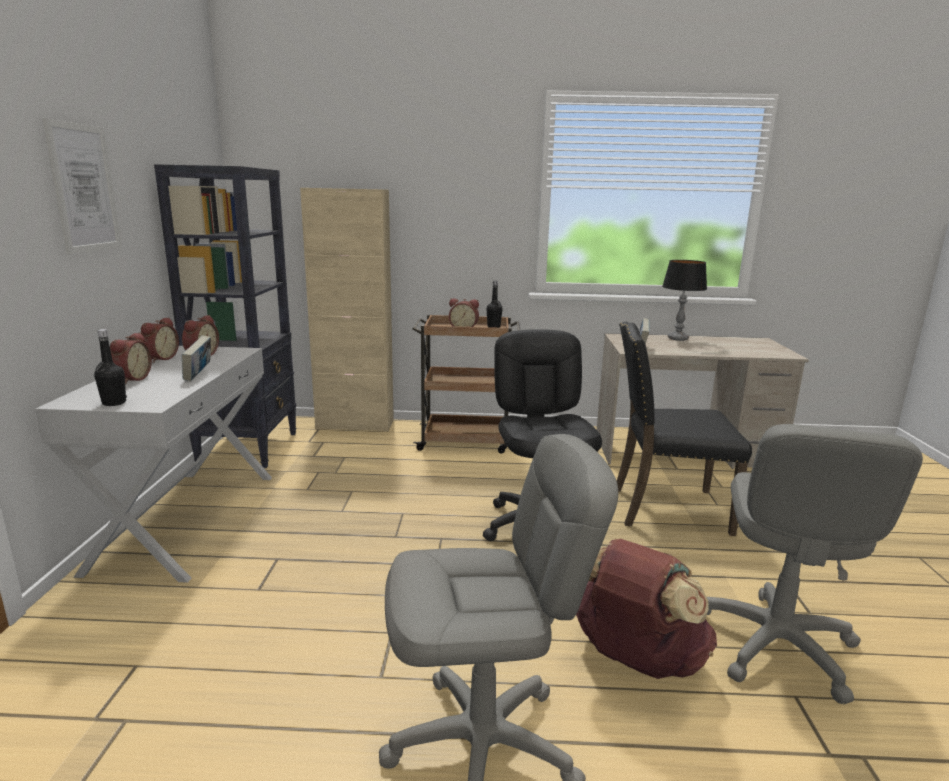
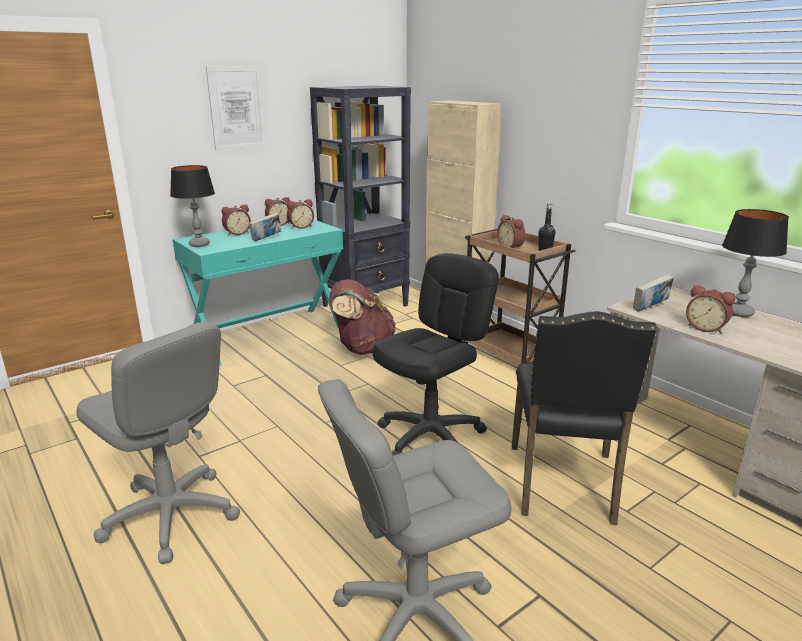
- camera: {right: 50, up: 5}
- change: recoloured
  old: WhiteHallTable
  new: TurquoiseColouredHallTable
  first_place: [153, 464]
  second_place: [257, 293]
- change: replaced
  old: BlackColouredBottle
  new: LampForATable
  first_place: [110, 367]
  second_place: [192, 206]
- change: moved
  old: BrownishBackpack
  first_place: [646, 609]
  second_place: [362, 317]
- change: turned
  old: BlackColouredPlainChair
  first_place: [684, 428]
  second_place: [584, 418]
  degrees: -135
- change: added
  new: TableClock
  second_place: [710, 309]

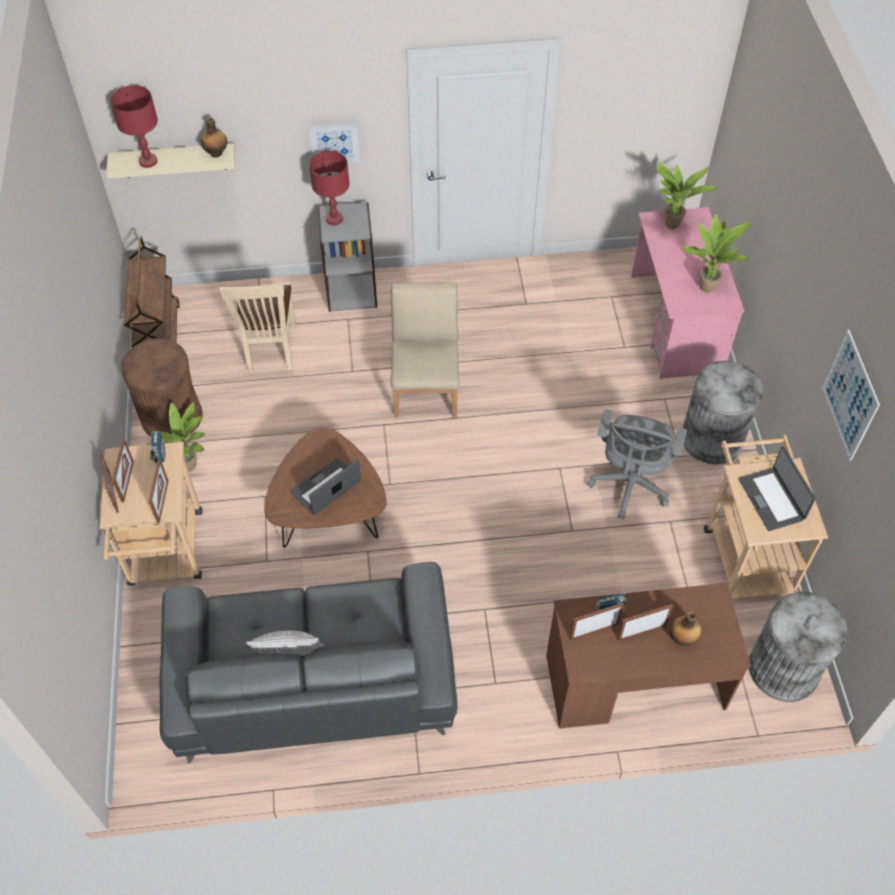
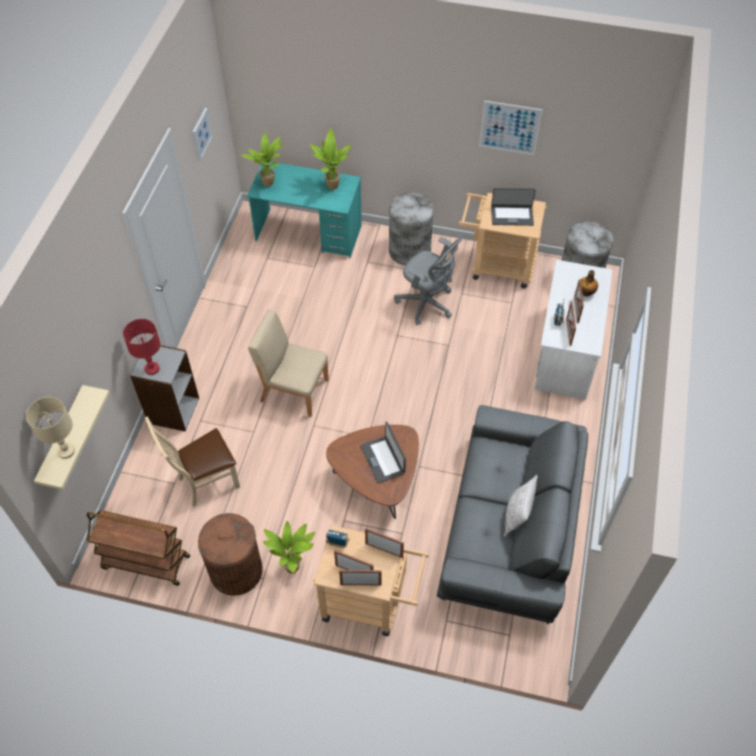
- camera: {right: -70, up: 0}
- change: recoloured
  old: RedColouredLampForATable
  new: SandColouredLampForATable
  first_place: [134, 126]
  second_place: [50, 428]
- change: removed
  old: Bottle
  first_place: [214, 137]
- change: turned
  old: SandColouredPlainChair
  first_place: [257, 327]
  second_place: [192, 461]
  degrees: 135
- change: moved
  old: WallPicture
  first_place: [334, 142]
  second_place: [203, 134]
- change: recoloured
  old: BrownishDeskUnit
  new: WhiteDeskUnit
  first_place: [648, 656]
  second_place: [573, 329]
- change: recoloured
  old: PinkColouredDeskUnit
  new: TurquoiseColouredDeskUnit
  first_place: [688, 293]
  second_place: [304, 210]

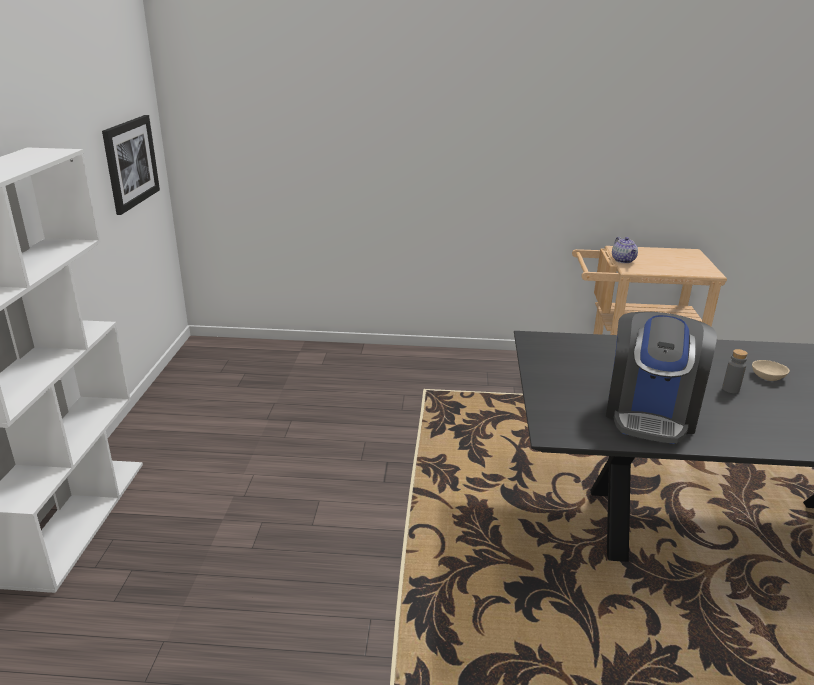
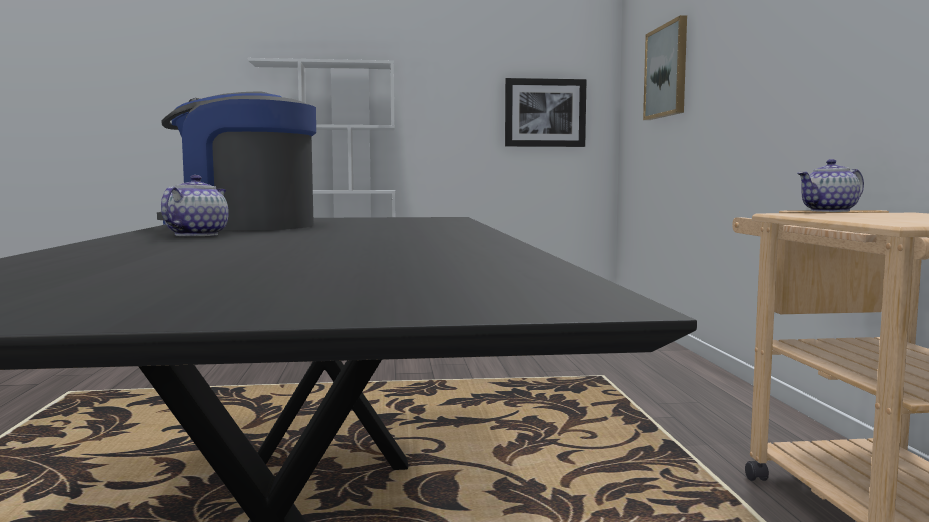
- camera: {right: 80, up: -20}
- change: removed
  old: GreyBottle
  first_place: [735, 371]
- change: removed
  old: SandColouredBowl
  first_place: [771, 370]
- change: added
  new: PotForTea
  second_place: [195, 205]
- change: added
  new: WallPicture
  second_place: [665, 67]

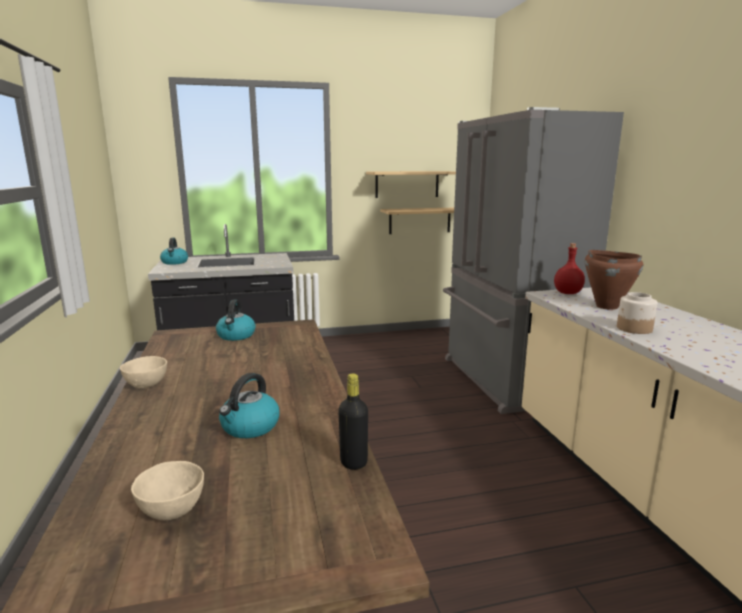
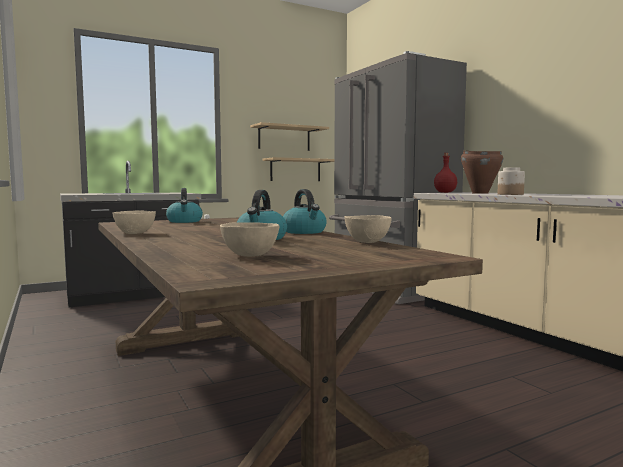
- camera: {right: -15, up: -10}
- change: moved
  old: WaterKettle
  first_place: [174, 251]
  second_place: [305, 211]
- change: replaced
  old: BlackColouredBottle
  new: SandColouredBowl
  first_place: [353, 421]
  second_place: [368, 229]

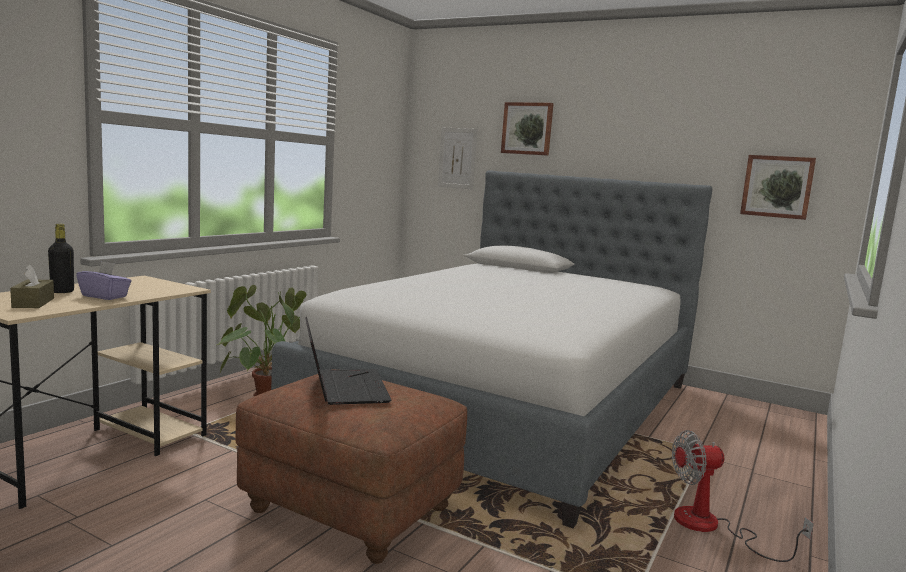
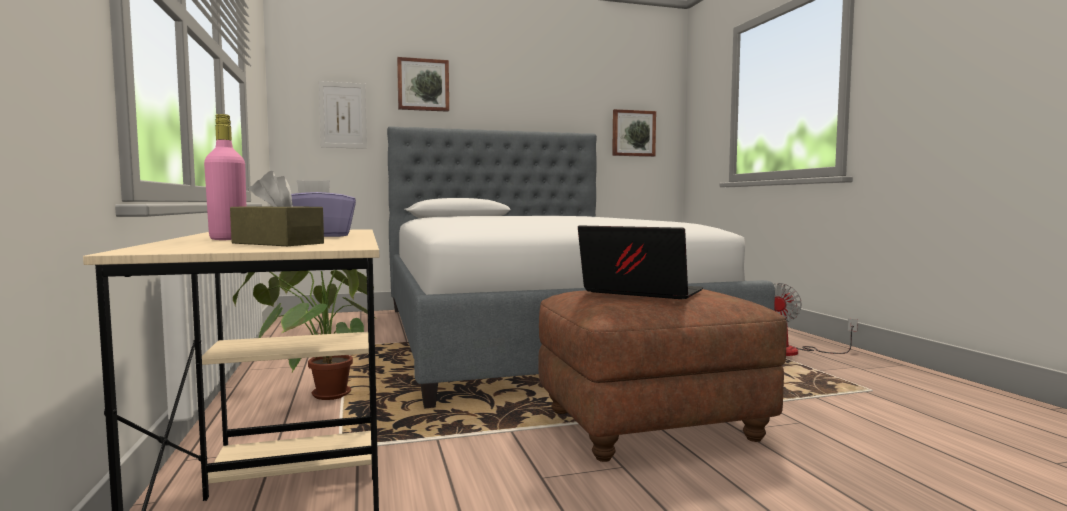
- camera: {right: -45, up: -5}
- change: recoloured
  old: BlackColouredBottle
  new: PinkColouredBottle
  first_place: [61, 258]
  second_place: [225, 177]

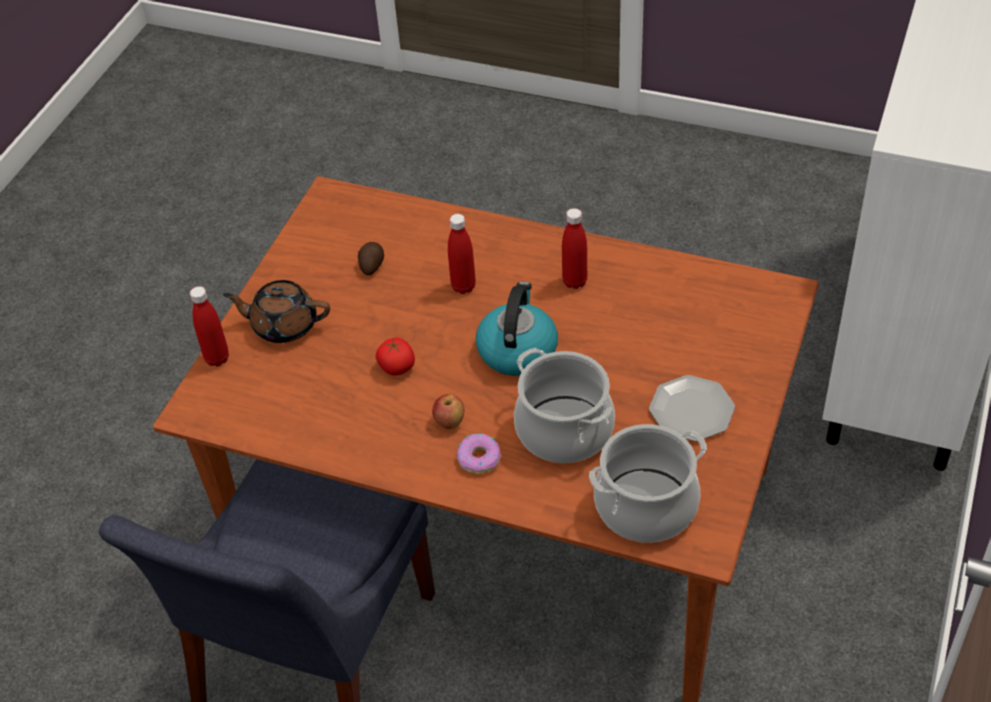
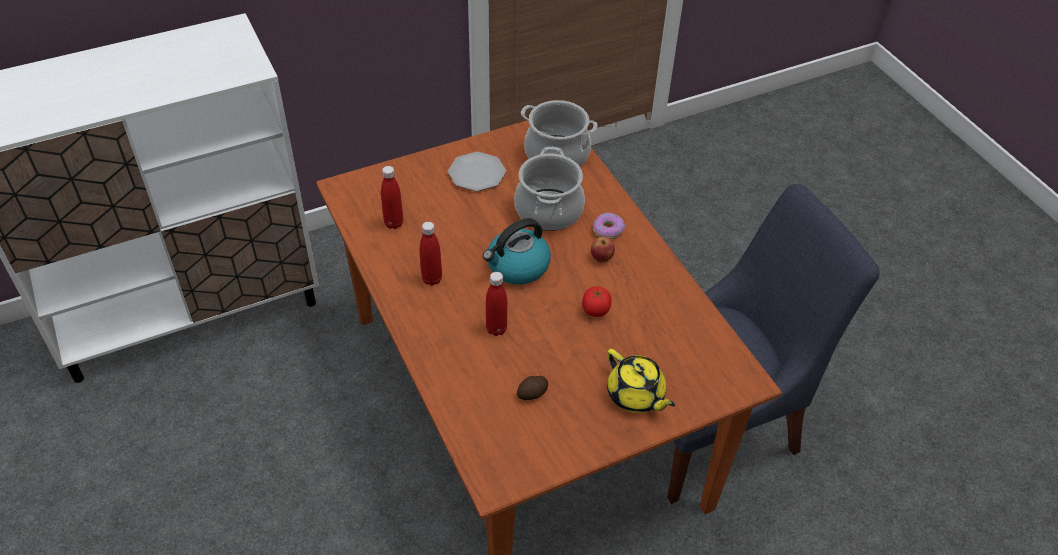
- camera: {right: -140, up: 0}
- change: moved
  old: RedColouredBottle
  first_place: [209, 326]
  second_place: [392, 197]
- change: recoloured
  old: BrownishPotForTea
  new: YellowishPotForTea
  first_place: [276, 311]
  second_place: [641, 381]

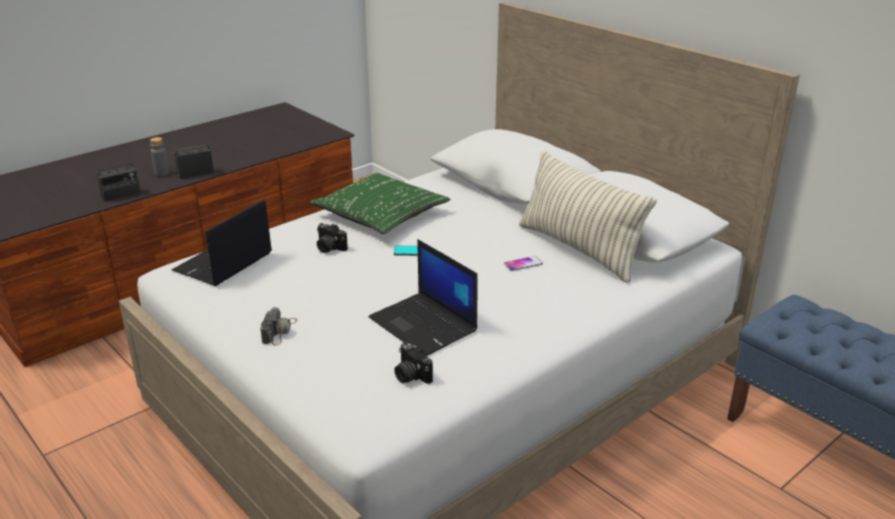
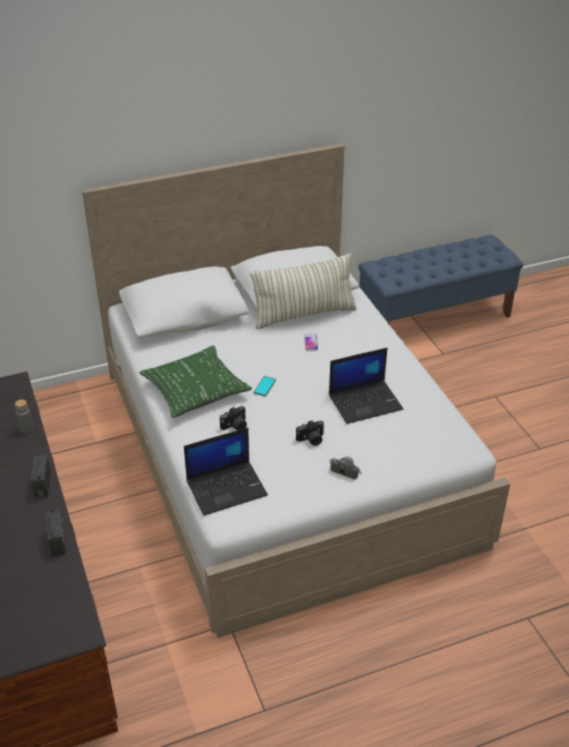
- camera: {right: -70, up: 10}
- change: moved
  old: GreyBottle
  first_place: [159, 156]
  second_place: [24, 416]
- change: turned
  old: Laptop
  first_place: [222, 242]
  second_place: [226, 471]
  degrees: -75
- change: moved
  old: PhotoCamera
  first_place: [413, 363]
  second_place: [310, 433]

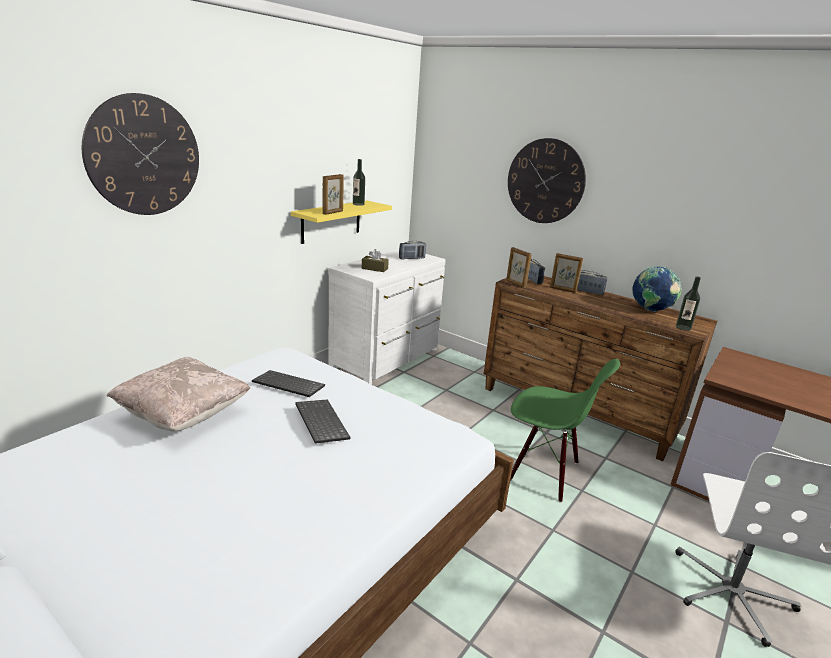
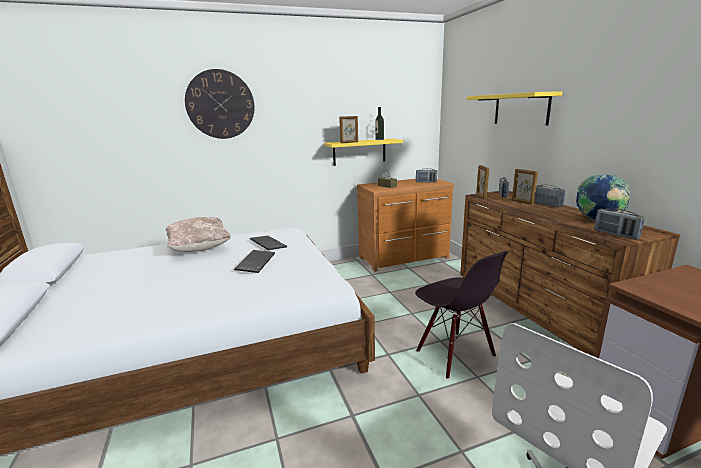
- camera: {right: 35, up: -5}
- change: recoloured
  old: WhiteChestOfDrawers
  new: BrownishChestOfDrawers
  first_place: [387, 316]
  second_place: [405, 225]
- change: replaced
  old: WallClock
  new: YellowishShelf
  first_place: [547, 180]
  second_place: [515, 108]
- change: recoloured
  old: GreenPlainChair
  new: BlackColouredPlainChair
  first_place: [565, 431]
  second_place: [461, 315]
- change: replaced
  old: Bottle
  new: RadioSet
  first_place: [688, 303]
  second_place: [619, 224]

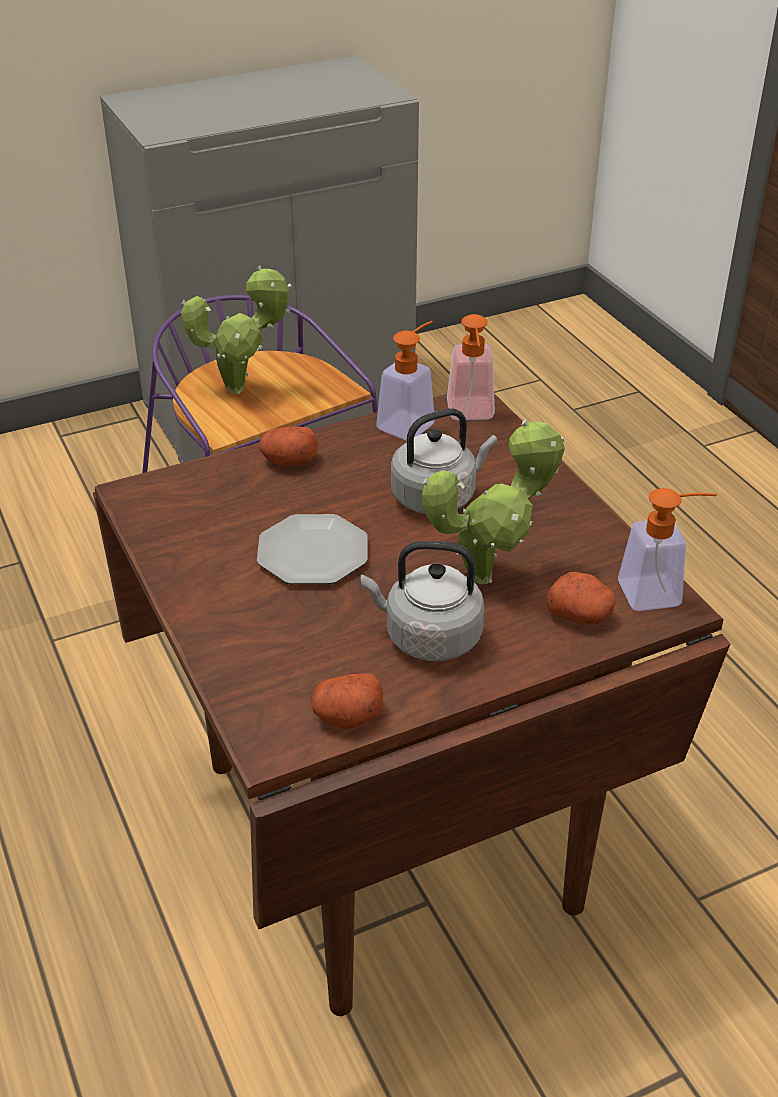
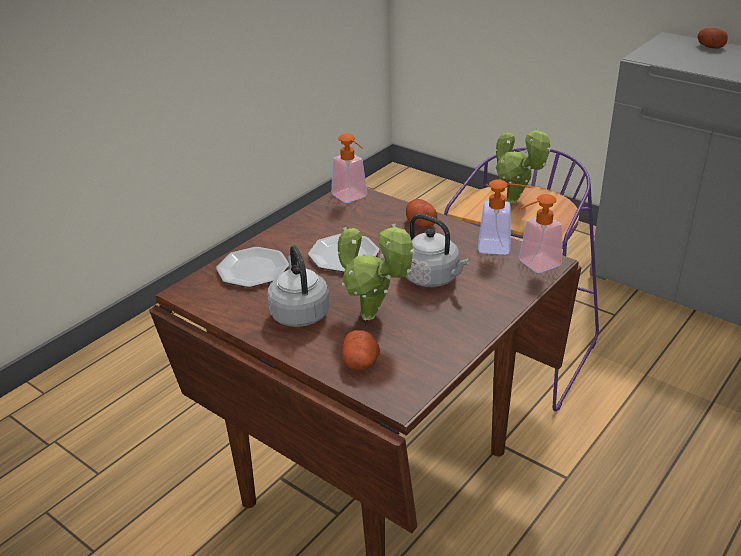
- camera: {right: 65, up: -5}
- change: moved
  old: Spud
  first_place: [347, 701]
  second_place: [713, 38]
- change: moved
  old: SoapBottle
  first_place: [667, 549]
  second_place: [349, 168]
- change: added
  new: Plate
  second_place: [252, 267]

